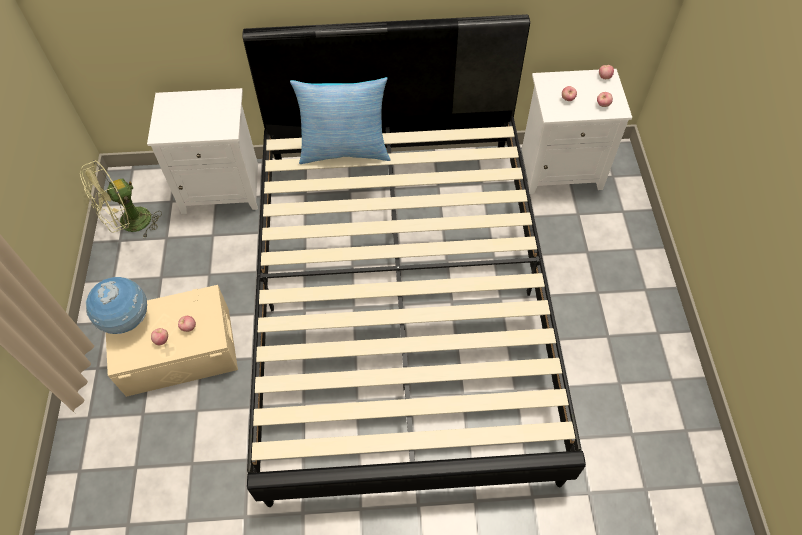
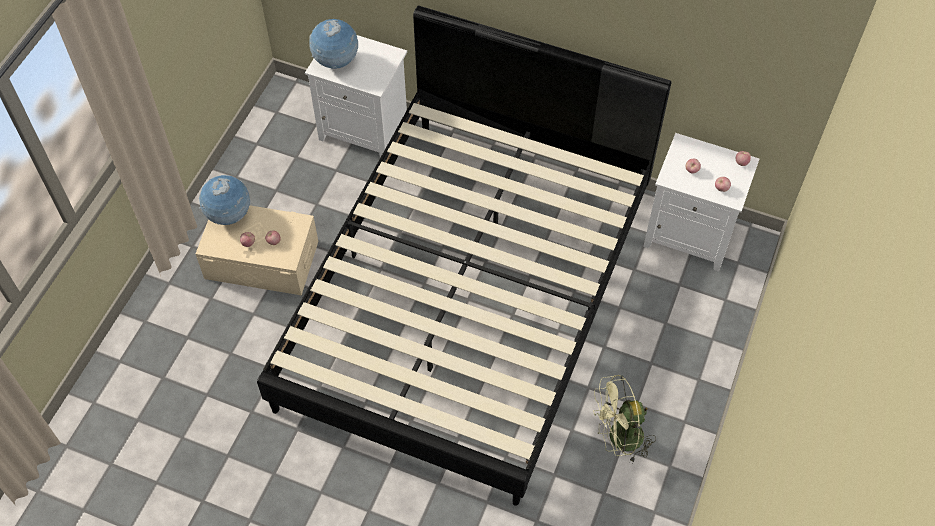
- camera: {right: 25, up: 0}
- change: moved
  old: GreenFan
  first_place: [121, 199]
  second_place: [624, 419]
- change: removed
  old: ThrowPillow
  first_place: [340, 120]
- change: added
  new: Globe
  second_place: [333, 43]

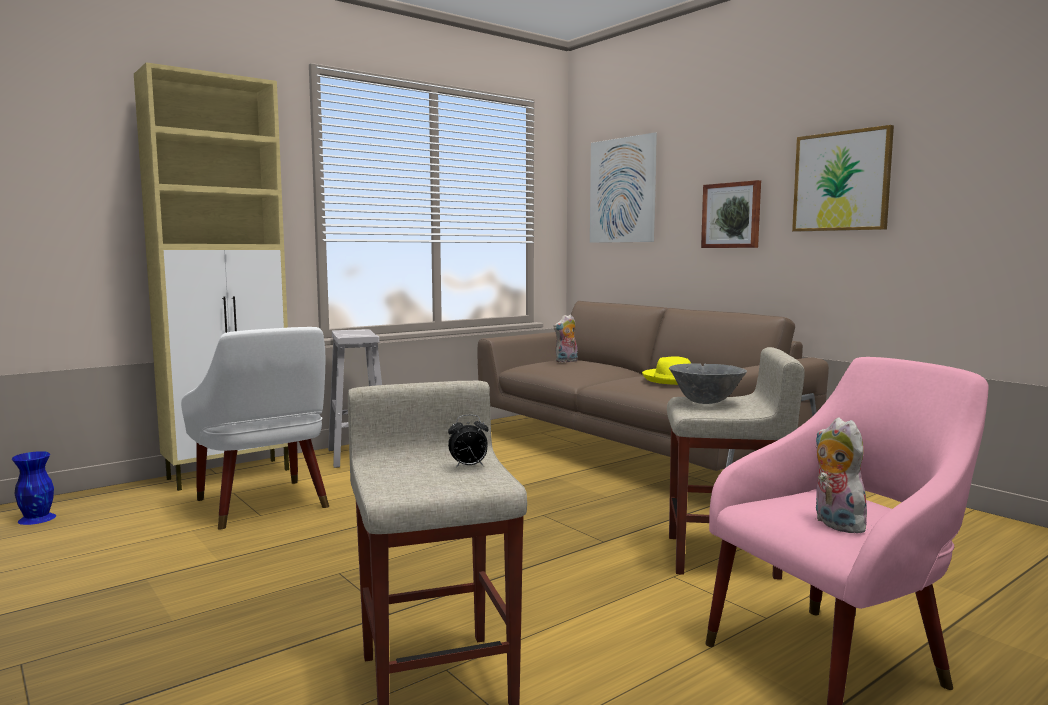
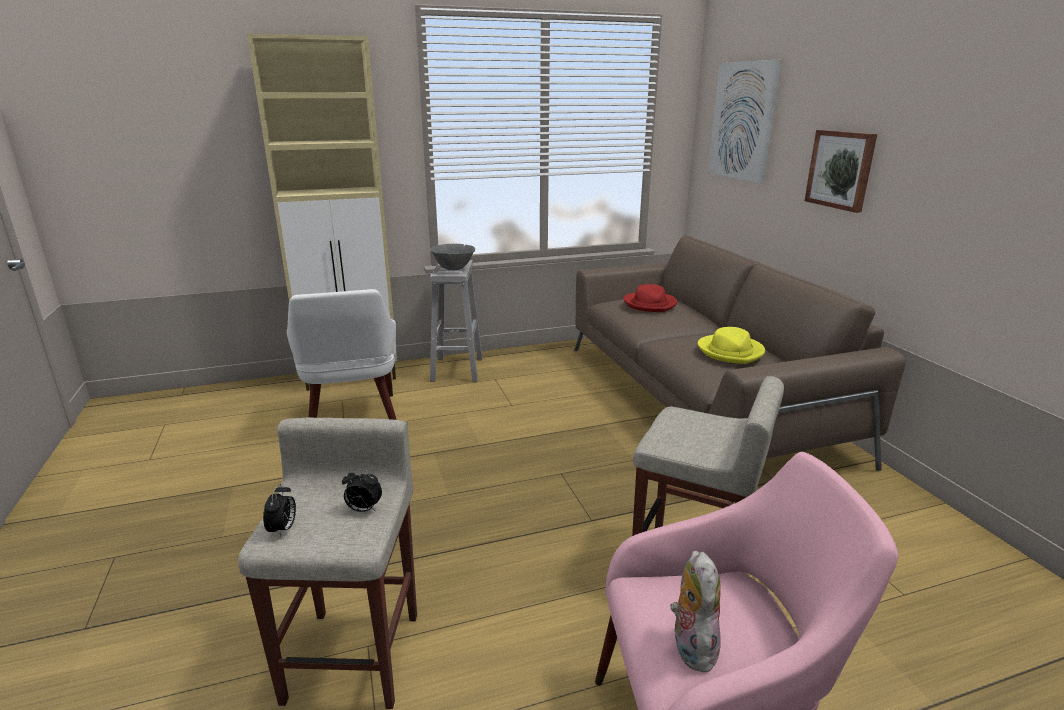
- camera: {right: 20, up: 15}
- change: removed
  old: BlueColouredFlowerVase
  first_place: [34, 488]
- change: replaced
  old: CuddlyToy
  new: RedColouredWearableHat
  first_place: [565, 338]
  second_place: [650, 298]
- change: moved
  old: GreyBowl
  first_place: [708, 383]
  second_place: [452, 257]
- change: removed
  old: WallPicture
  first_place: [843, 178]
- change: added
  new: TableClock
  second_place: [279, 510]

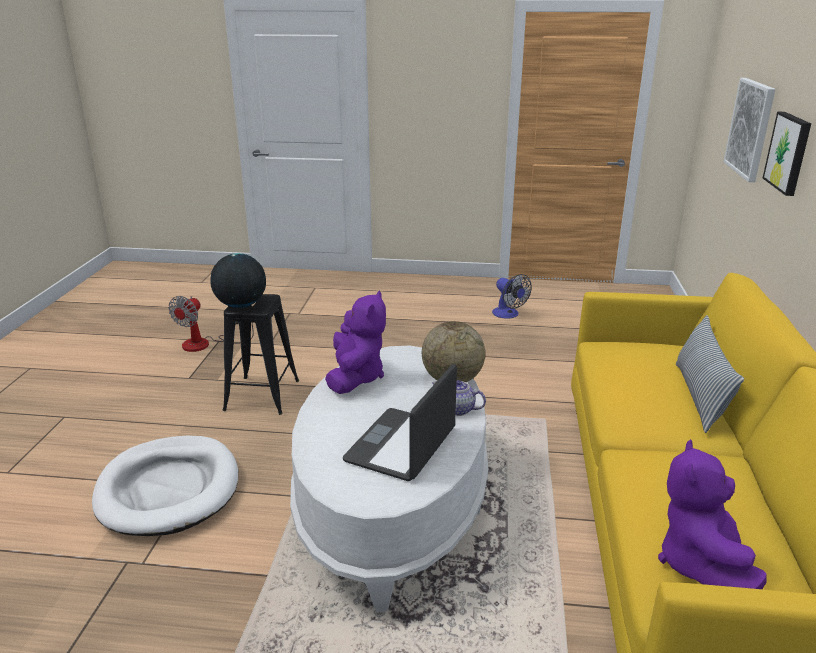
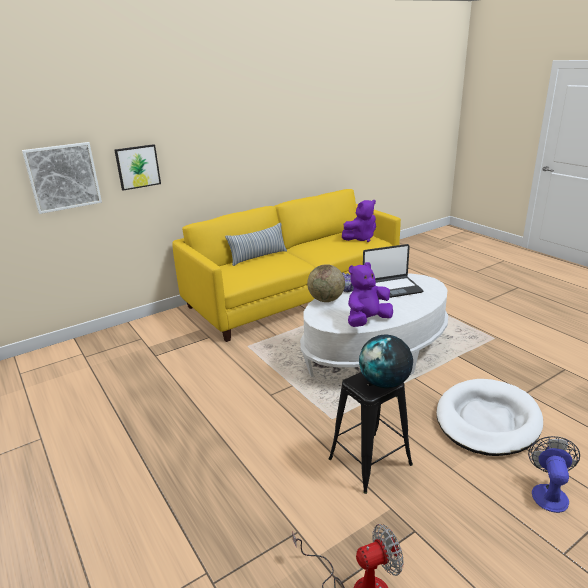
- camera: {right: -130, up: 0}
- change: moved
  old: Fan
  first_place: [512, 296]
  second_place: [554, 474]

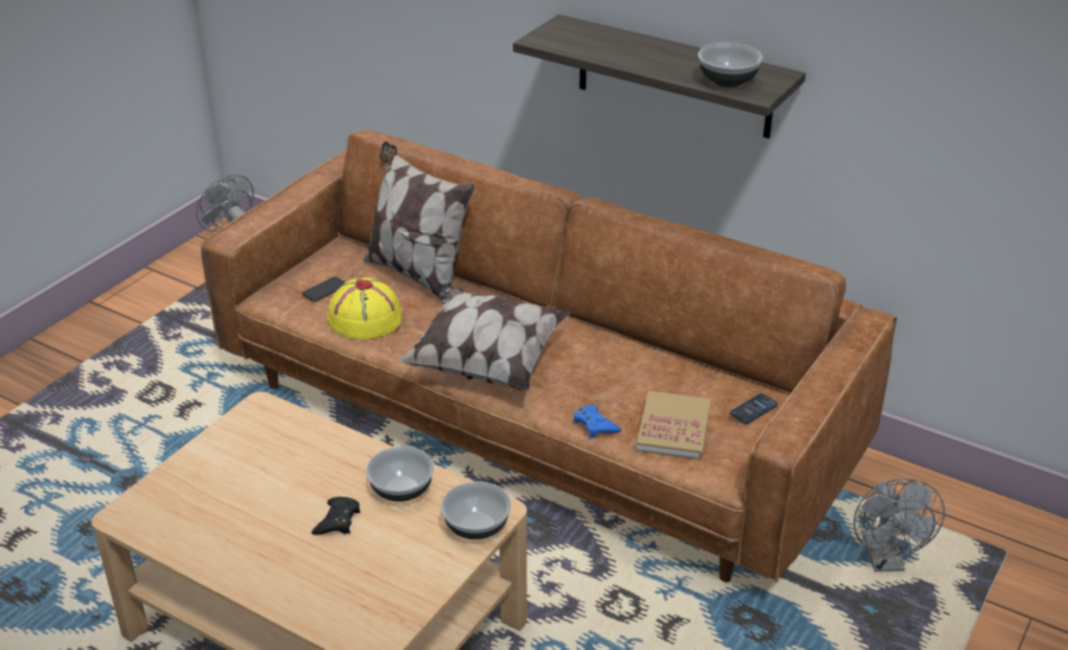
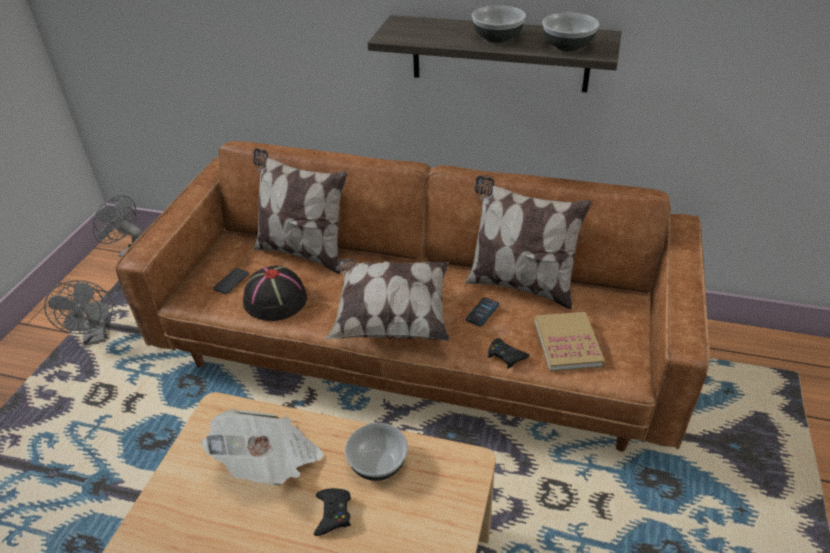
- camera: {right: -15, up: 5}
- change: recoloured
  old: YellowishWearableHat
  new: BlackColouredWearableHat
  first_place: [364, 308]
  second_place: [275, 293]
- change: moved
  old: Bowl
  first_place: [476, 510]
  second_place: [499, 24]
- change: recoloured
  old: BlueColouredGameController
  new: BlackColouredGameController
  first_place: [597, 421]
  second_place: [508, 353]
- change: moved
  old: Handset
  first_place: [754, 408]
  second_place: [482, 312]
- change: moved
  old: GreyFan
  first_place: [899, 525]
  second_place: [78, 313]
- change: added
  new: Newspaper
  second_place: [262, 447]
- change: added
  new: ThrowPillow
  second_place: [528, 242]

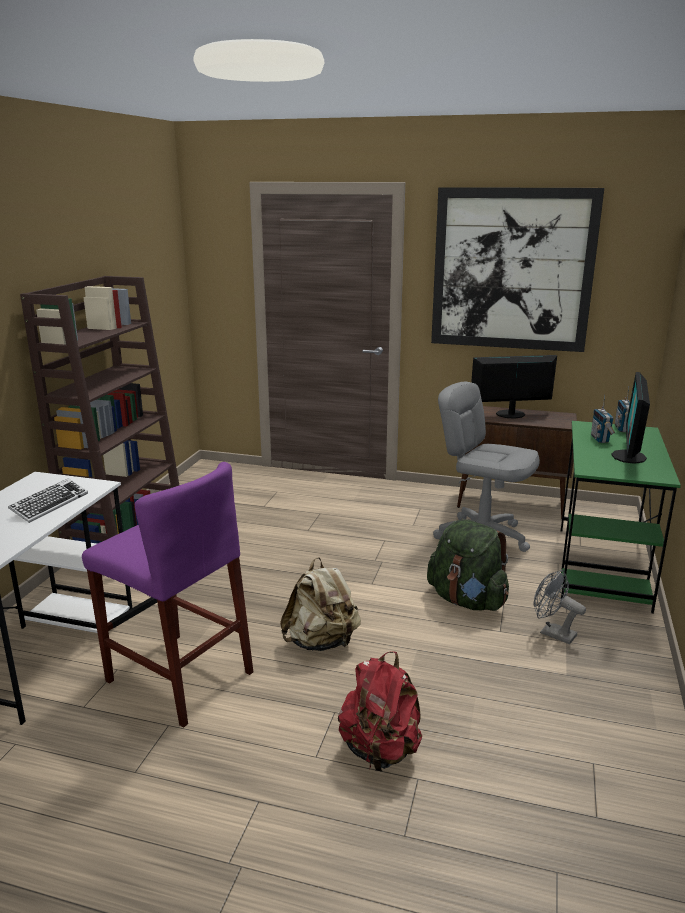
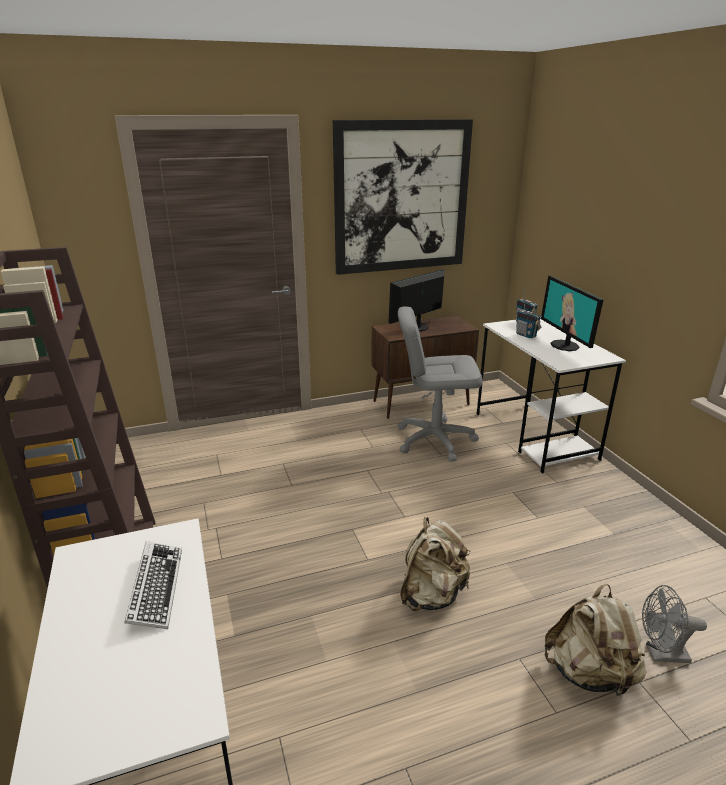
- camera: {right: -35, up: 5}
- change: removed
  old: PurpleColouredStoolSeat
  first_place: [167, 595]
- change: recoloured
  old: RedColouredBackpack
  new: SandColouredBackpack
  first_place: [380, 711]
  second_place: [595, 641]
- change: removed
  old: GreenBackpack
  first_place: [468, 565]
- change: moved
  old: GreyFan
  first_place: [559, 607]
  second_place: [674, 624]
- change: recoloured
  old: GreenDeskUnit
  new: WhiteDeskUnit
  first_place: [621, 517]
  second_place: [551, 396]

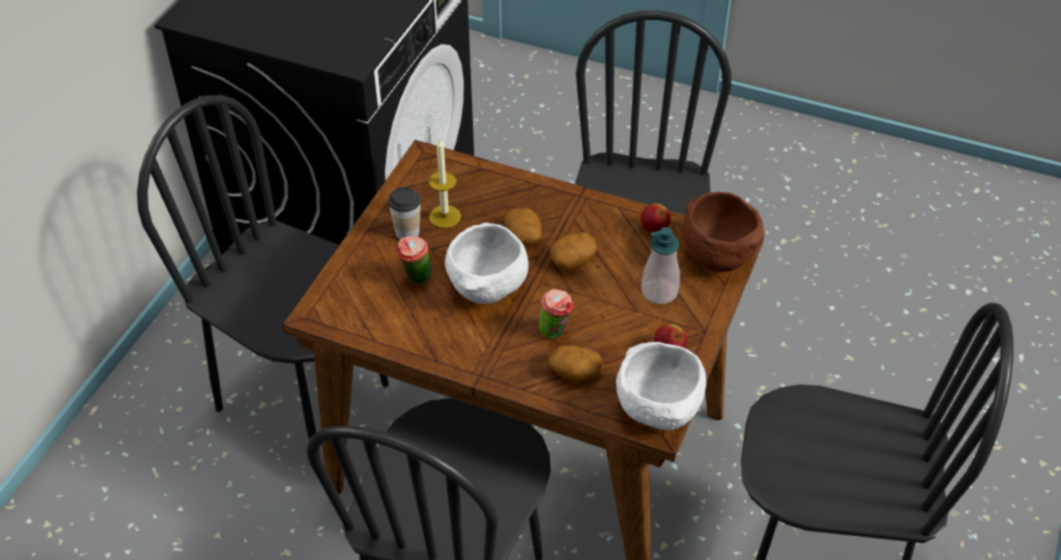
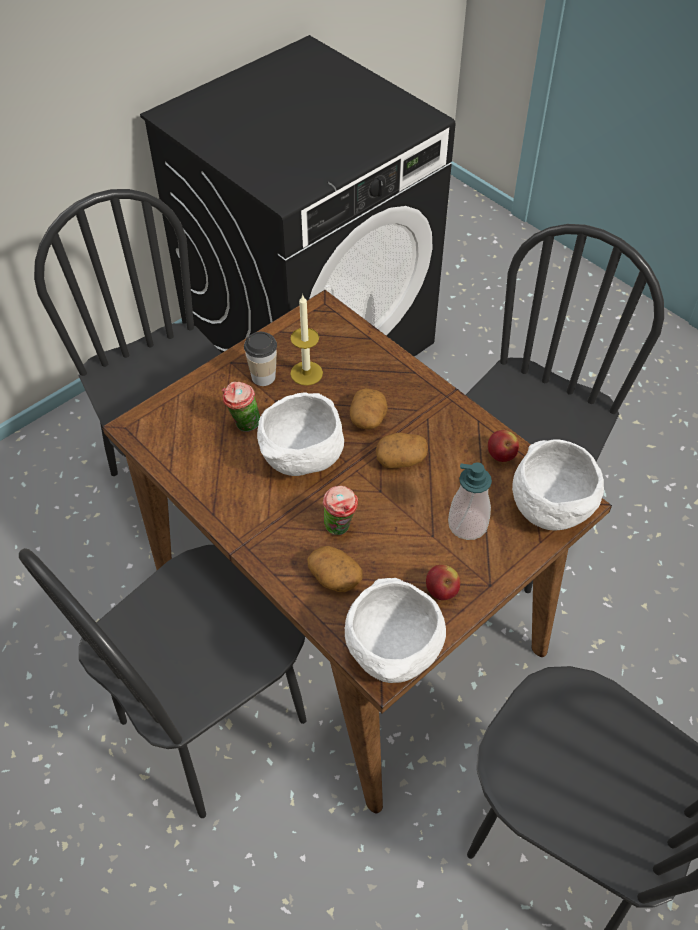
- camera: {right: 25, up: 5}
- change: recoloured
  old: BrownishBowl
  new: WhiteBowl
  first_place: [724, 232]
  second_place: [558, 485]

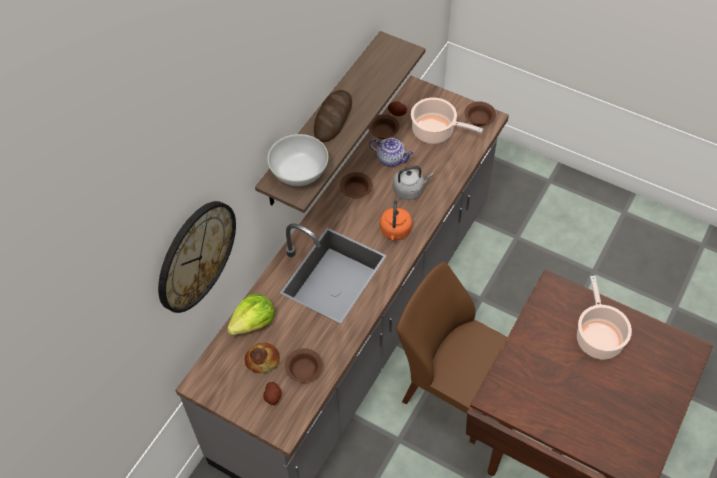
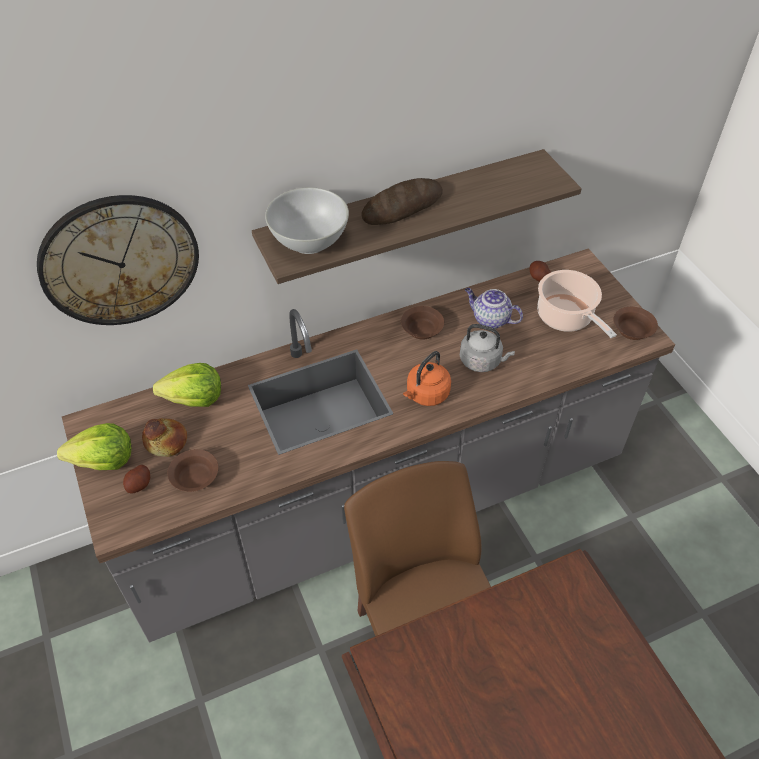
- camera: {right: 35, up: -5}
- change: removed
  old: BrownishBowl
  first_place: [384, 126]
- change: turned
  old: PotForTea
  first_place: [391, 152]
  second_place: [494, 308]
  degrees: 150
- change: removed
  old: Saucepot
  first_place: [604, 317]
- change: added
  new: LettuceHead
  second_place: [94, 446]

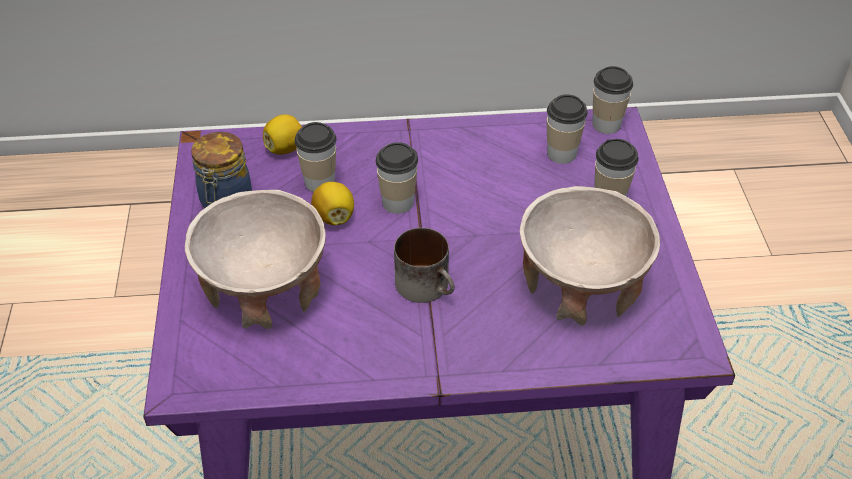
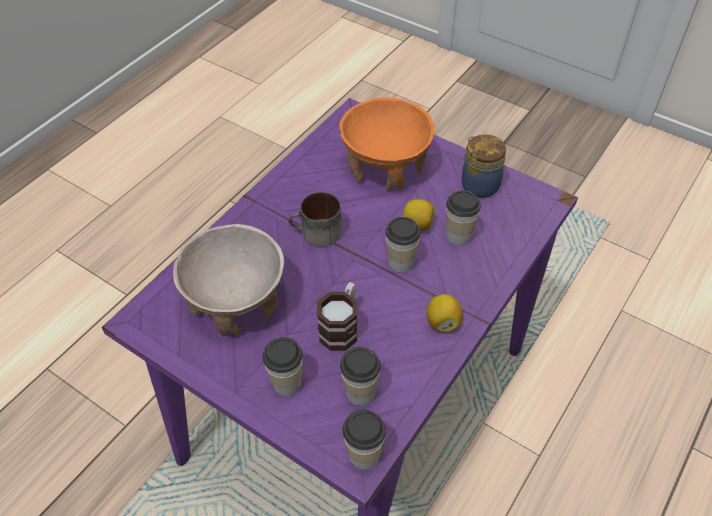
- camera: {right: 130, up: 5}
- change: recoloured
  old: SandColouredBowl
  new: OrangeColouredBowl
  first_place: [255, 259]
  second_place: [387, 144]
- change: moved
  old: CitrusFruit
  first_place: [282, 134]
  second_place: [444, 313]
- change: added
  new: CoffeeMug
  second_place: [337, 316]

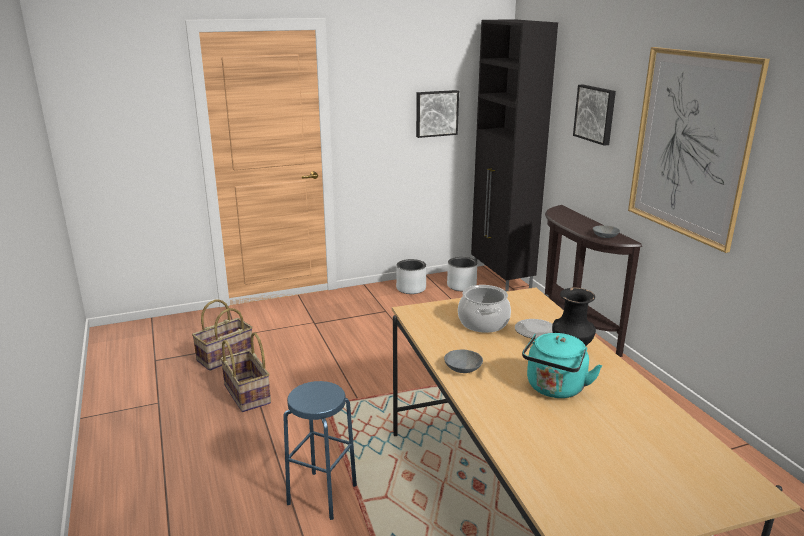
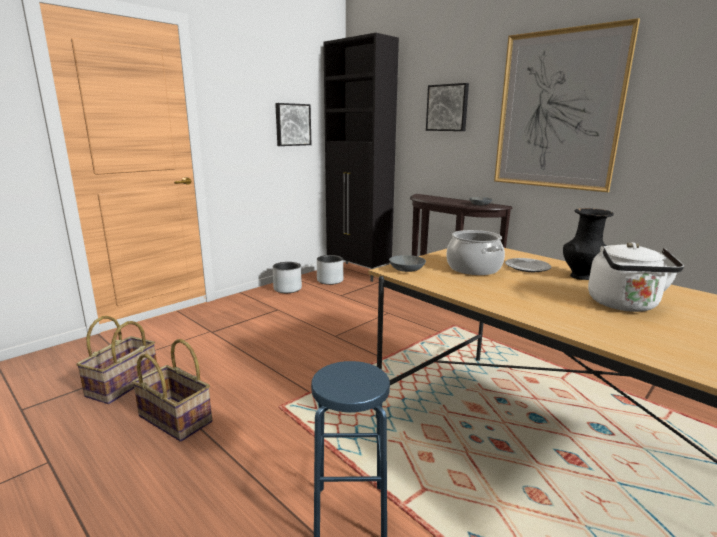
- camera: {right: -25, up: -5}
- change: moved
  old: GreyBowl
  first_place: [463, 361]
  second_place: [407, 263]
- change: recoloured
  old: TurquoiseColouredWaterKettle
  new: WhiteWaterKettle
  first_place: [562, 365]
  second_place: [636, 277]

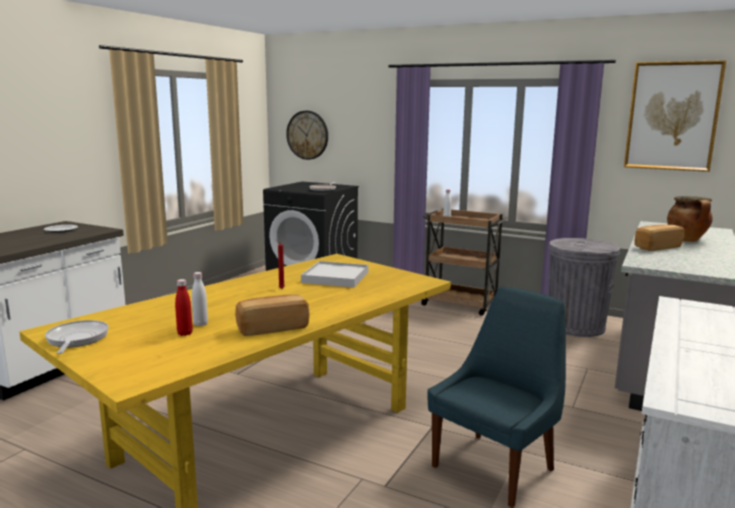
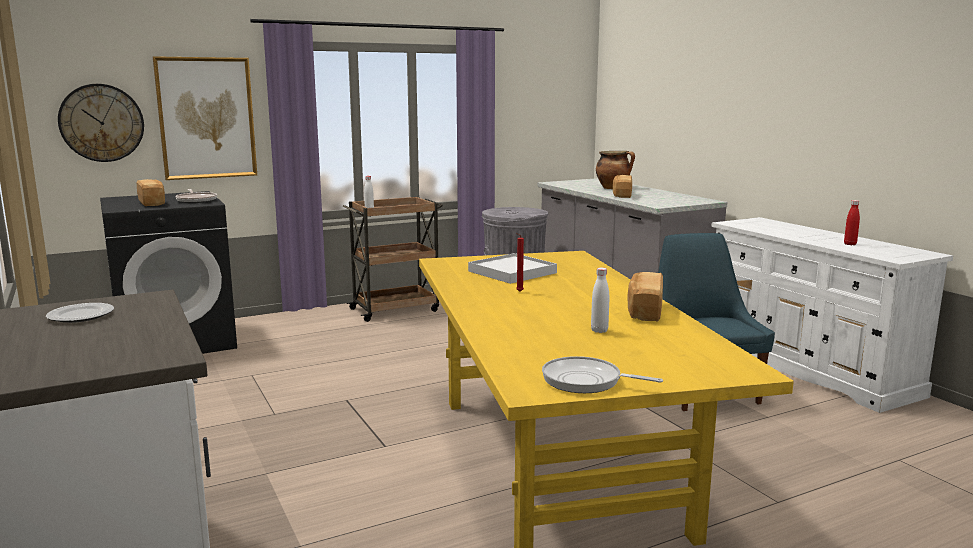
- camera: {right: -55, up: 0}
- change: moved
  old: RedColouredBottle
  first_place: [184, 307]
  second_place: [852, 222]
- change: moved
  old: WallPicture
  first_place: [675, 116]
  second_place: [205, 118]
- change: added
  new: Bread
  second_place: [151, 192]

